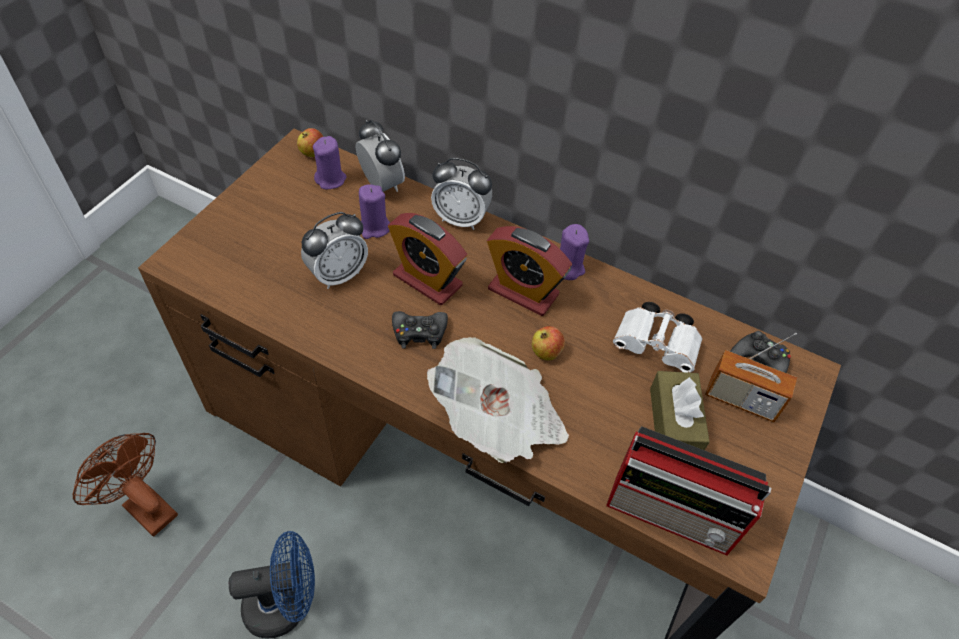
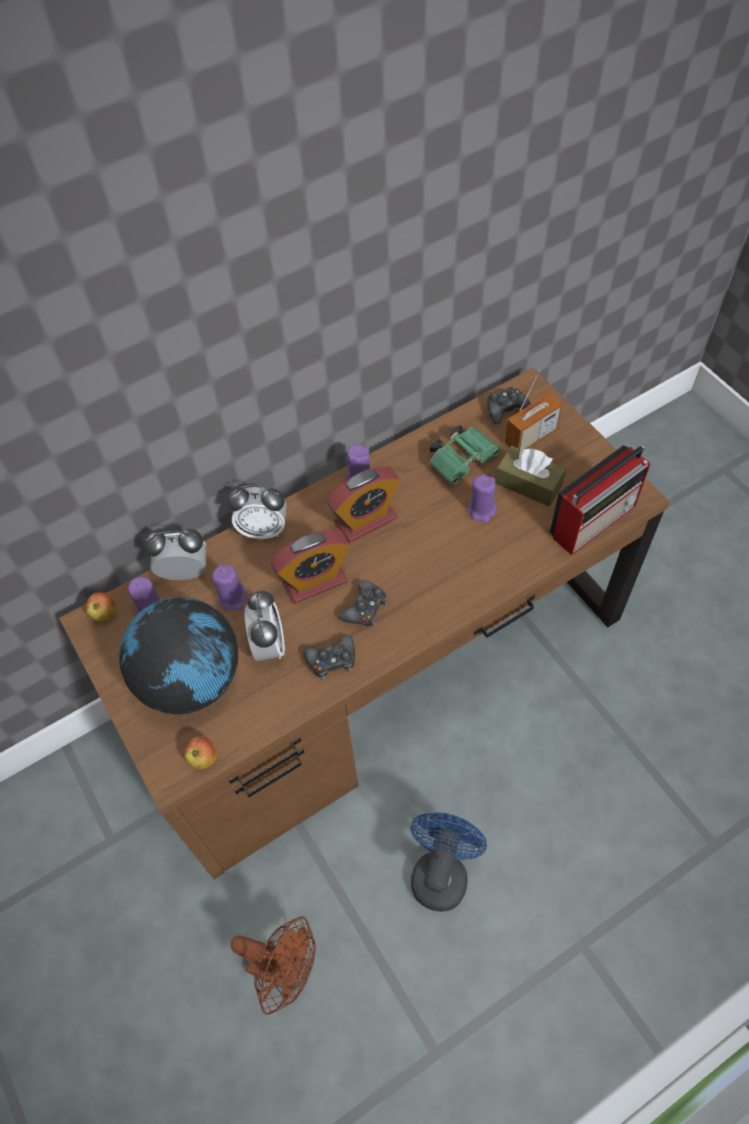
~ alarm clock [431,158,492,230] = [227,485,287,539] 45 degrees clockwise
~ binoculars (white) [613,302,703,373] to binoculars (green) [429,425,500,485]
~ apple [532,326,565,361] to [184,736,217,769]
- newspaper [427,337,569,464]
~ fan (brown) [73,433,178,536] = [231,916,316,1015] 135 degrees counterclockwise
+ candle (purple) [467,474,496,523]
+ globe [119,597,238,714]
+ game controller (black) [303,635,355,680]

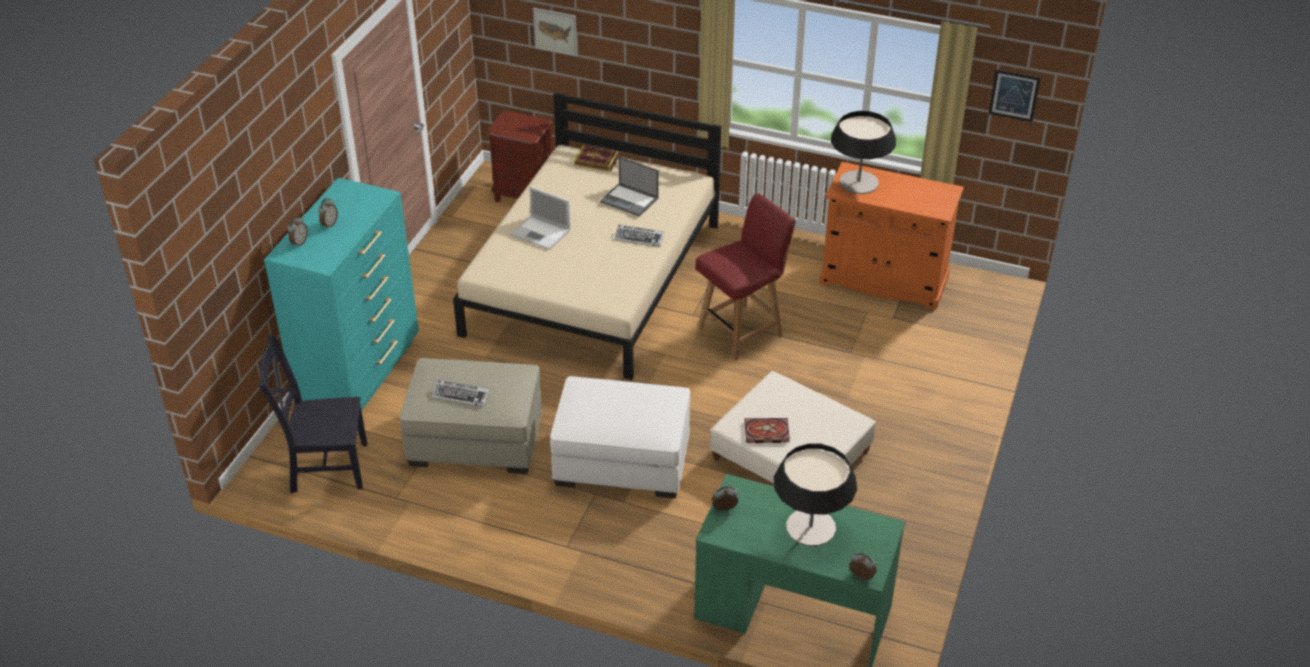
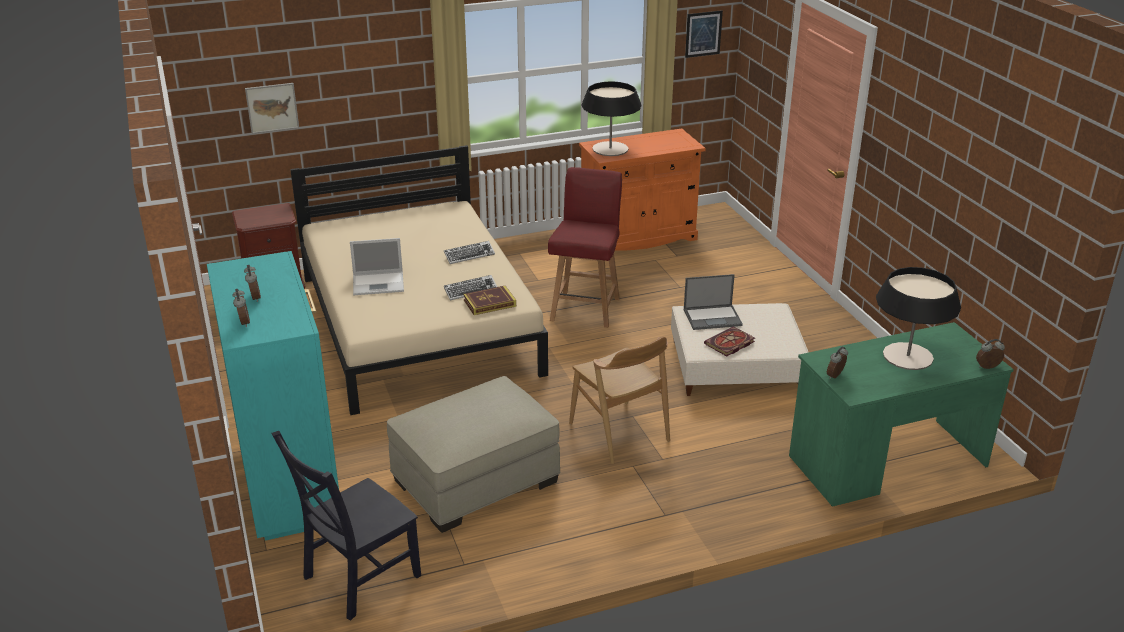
~ book [574,145,619,172] to [463,286,516,315]
~ laptop [600,156,659,217] to [684,274,743,330]
~ ottoman (white) [550,376,690,498] to chair (brown) [569,337,670,464]
~ keyboard [433,380,489,407] to [444,275,497,300]

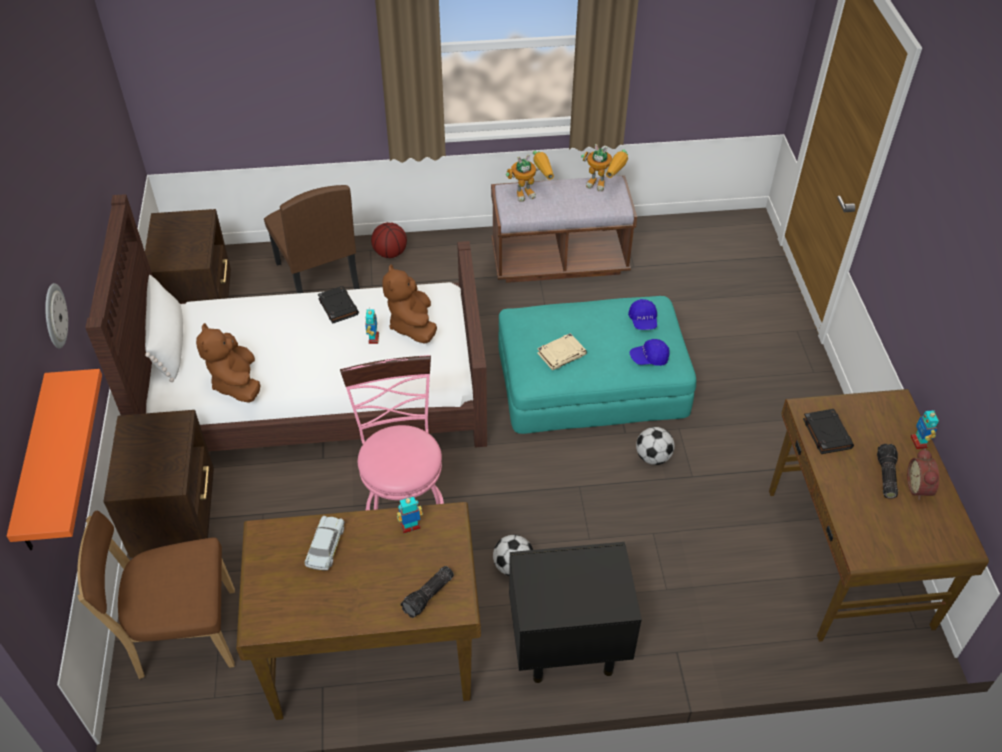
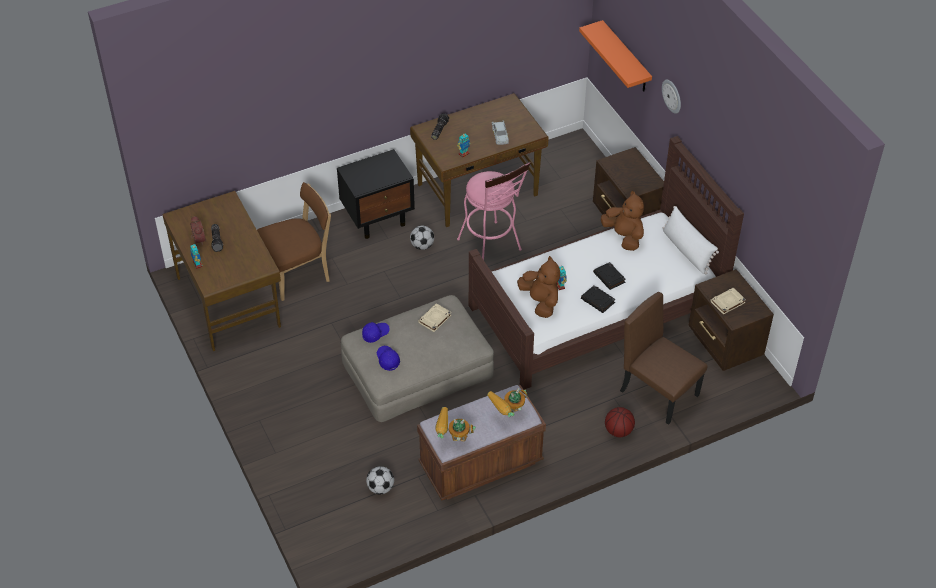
~ ottoman (turquoise) [498,296,696,434] to ottoman (beige) [341,295,494,422]
~ book (black) [803,409,854,454] to [593,262,626,290]
~ football [636,427,675,465] to [366,466,394,494]
~ chair (brown) [77,511,235,679] to [257,182,331,301]
+ book (beige) [711,287,746,314]

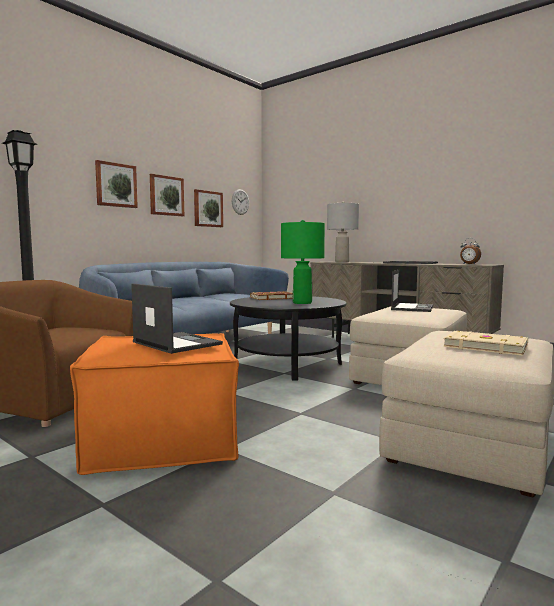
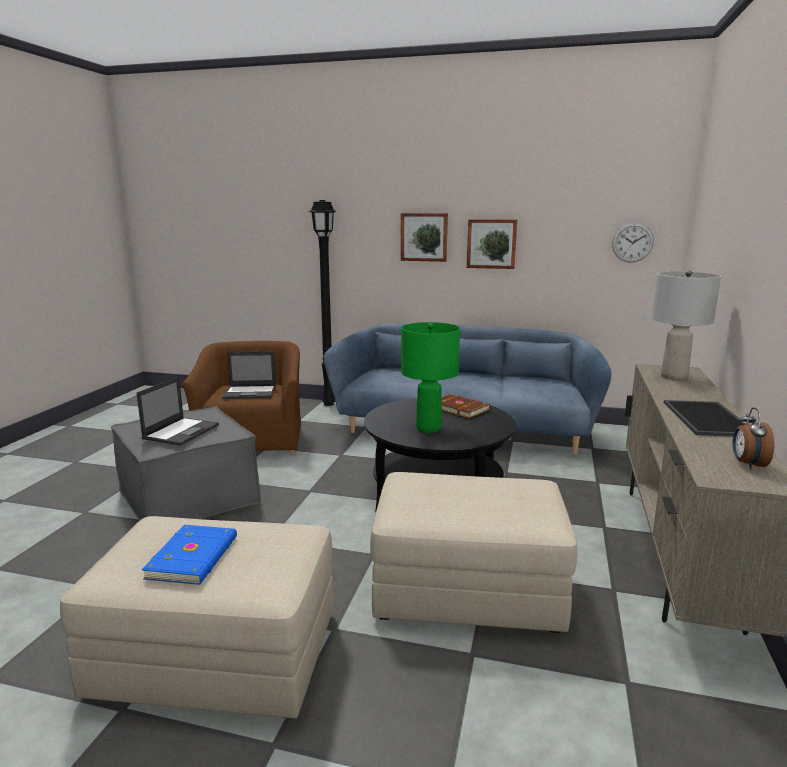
- picture [194,189,223,227]
~ laptop [391,270,433,312] to [222,352,276,399]
~ book (beige) [443,331,528,356] to book (blue) [141,525,237,585]
~ ottoman (orange) [70,333,239,475] to ottoman (grey) [111,406,261,521]

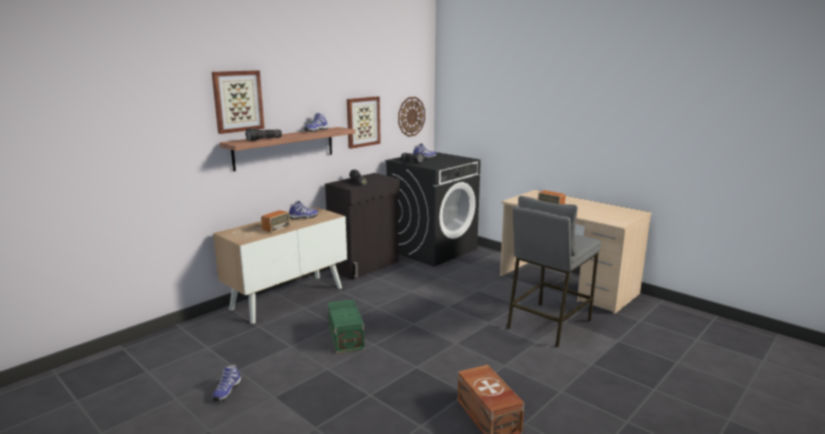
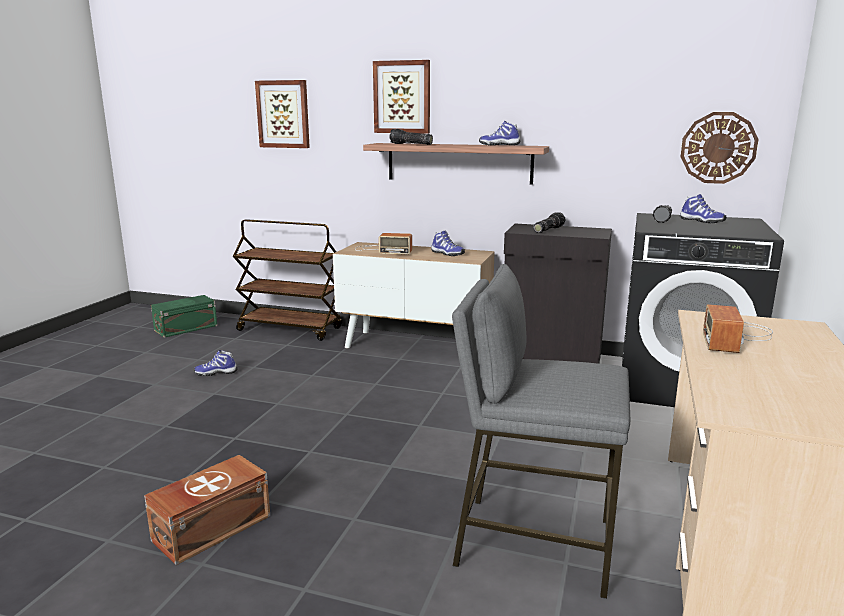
~ picture [347,97,381,149] to [255,80,310,148]
~ storage box (green) [328,299,365,353] to [151,295,217,338]
+ cart (brown) [233,219,342,341]

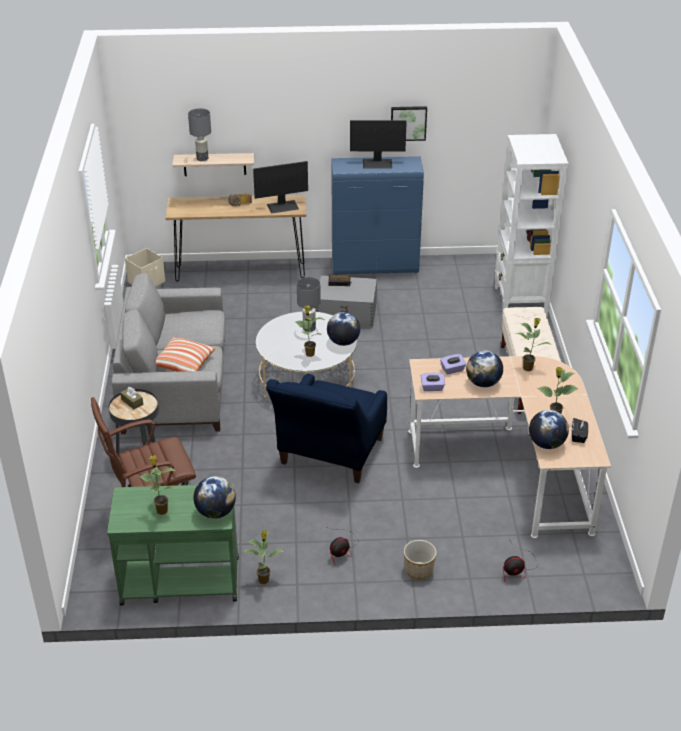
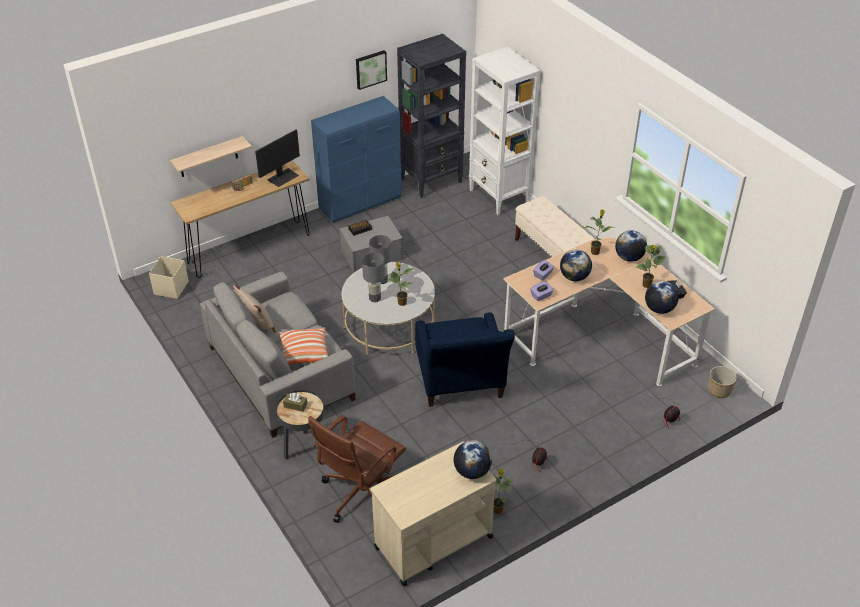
~ table lamp (grey) [188,108,211,161] to [362,253,385,302]
- monitor [350,120,407,168]
~ globe [327,312,360,346] to [615,230,647,262]
- potted plant [139,456,175,515]
~ cart (green) [107,484,239,606] to cart (beige) [370,442,496,586]
~ planter [404,540,437,580] to [708,366,737,398]
+ bookcase (black) [397,34,466,198]
+ pillow (beige) [233,284,276,333]

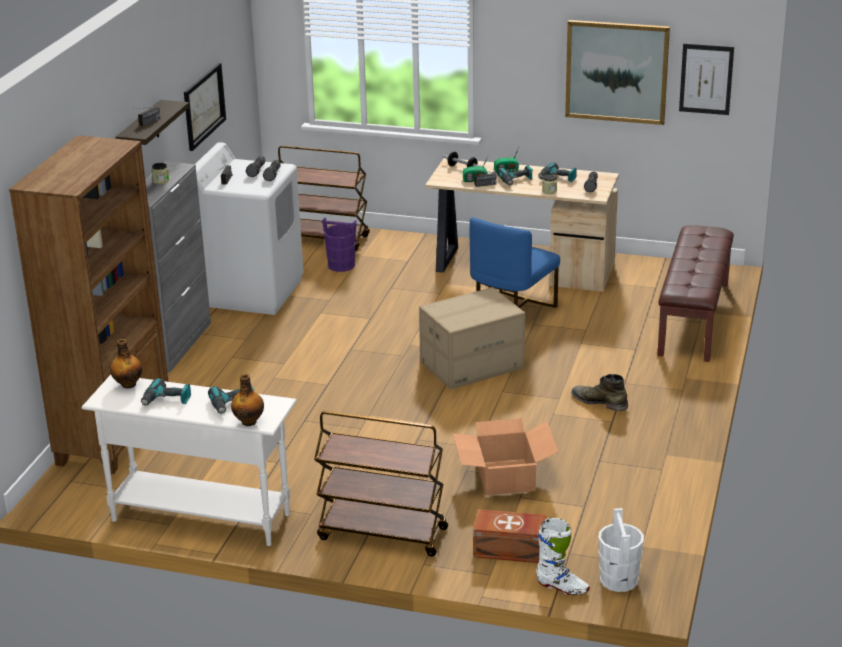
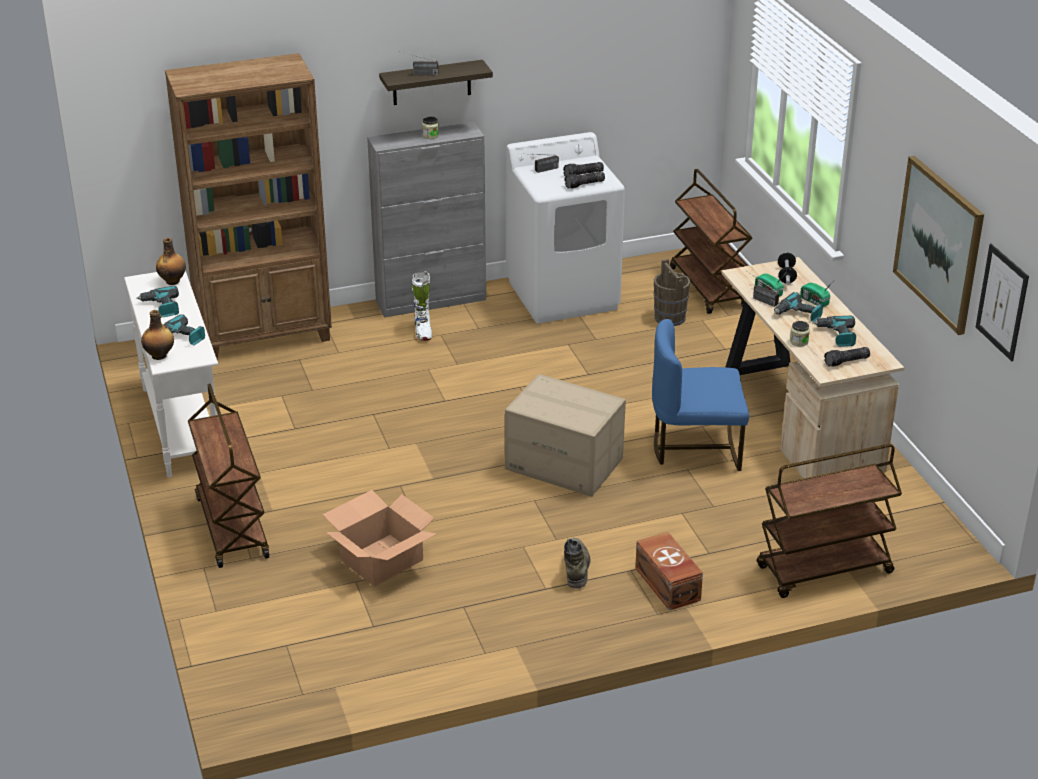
- picture [184,63,226,151]
~ bucket (purple) [322,217,357,272] to bucket (brown) [654,259,691,326]
~ bench (brown) [657,225,734,362] to cart (brown) [757,444,902,598]
- bucket (white) [599,508,644,592]
~ storage box (brown) [473,509,546,563] to [635,532,703,610]
~ boot (white) [536,518,590,595] to [412,272,432,341]

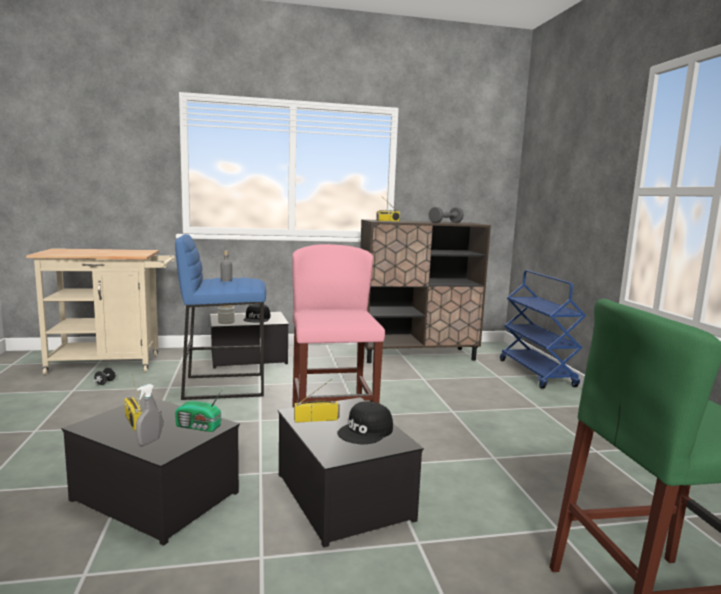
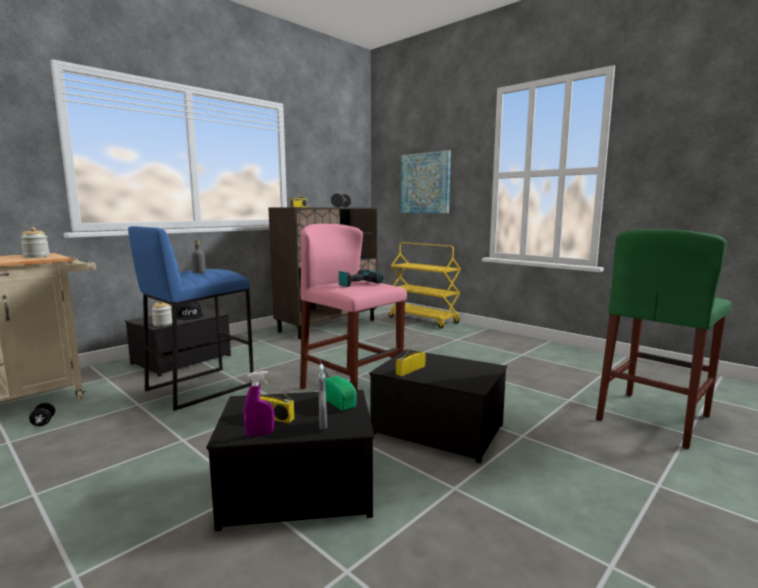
~ cart (blue) [500,270,587,389] to cart (yellow) [389,242,461,328]
~ radio [175,388,223,432] = [318,357,356,411] 105 degrees counterclockwise
- cap (black) [337,401,393,444]
+ picture [401,150,451,213]
+ jar [20,227,50,258]
+ power drill [338,269,384,287]
+ spray bottle (purple) [244,371,274,437]

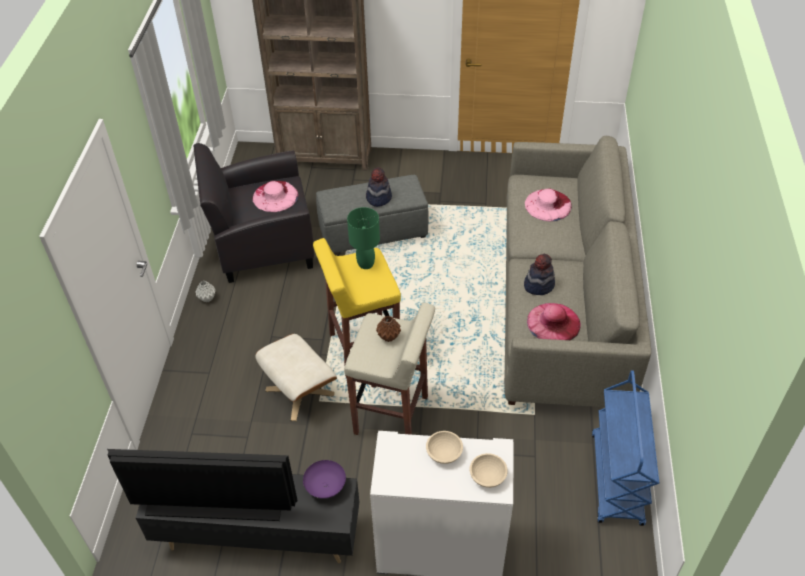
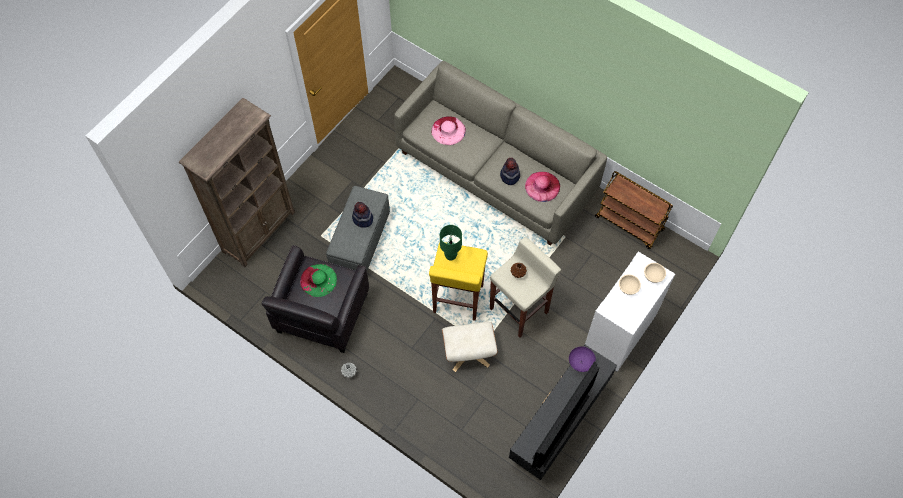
~ hat (pink) [252,181,299,212] to hat (green) [300,264,337,297]
~ cart (blue) [592,371,659,526] to cart (brown) [595,171,673,249]

